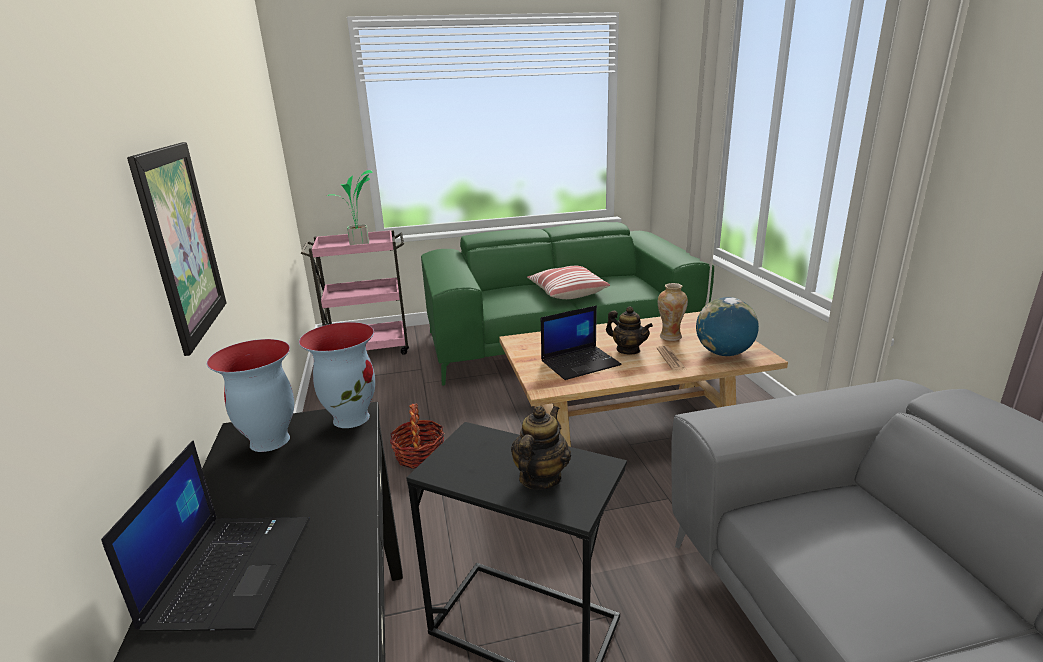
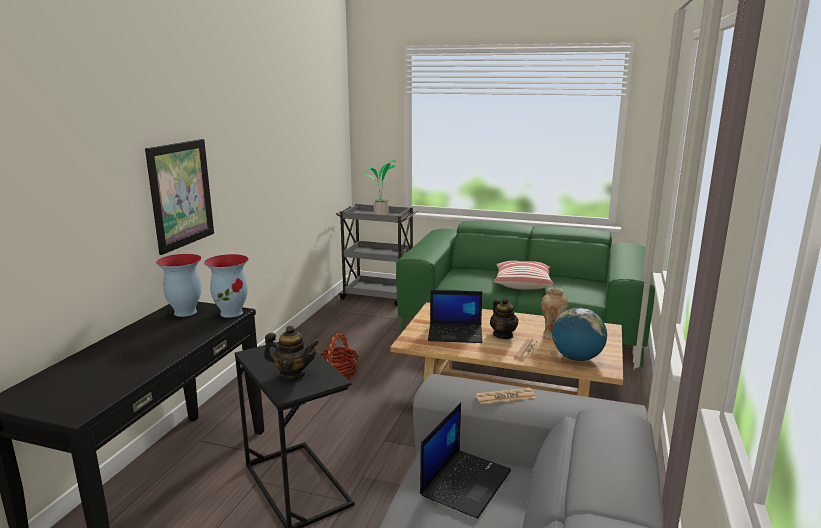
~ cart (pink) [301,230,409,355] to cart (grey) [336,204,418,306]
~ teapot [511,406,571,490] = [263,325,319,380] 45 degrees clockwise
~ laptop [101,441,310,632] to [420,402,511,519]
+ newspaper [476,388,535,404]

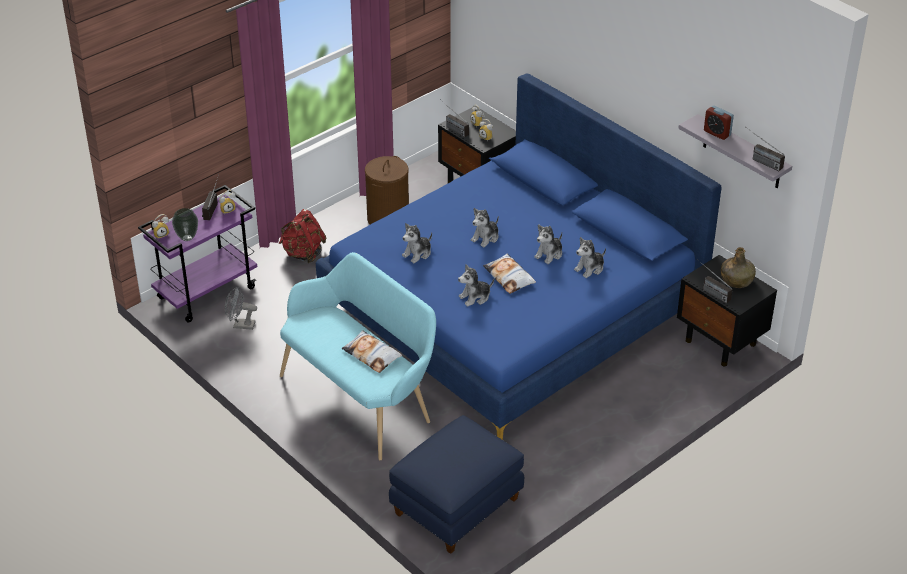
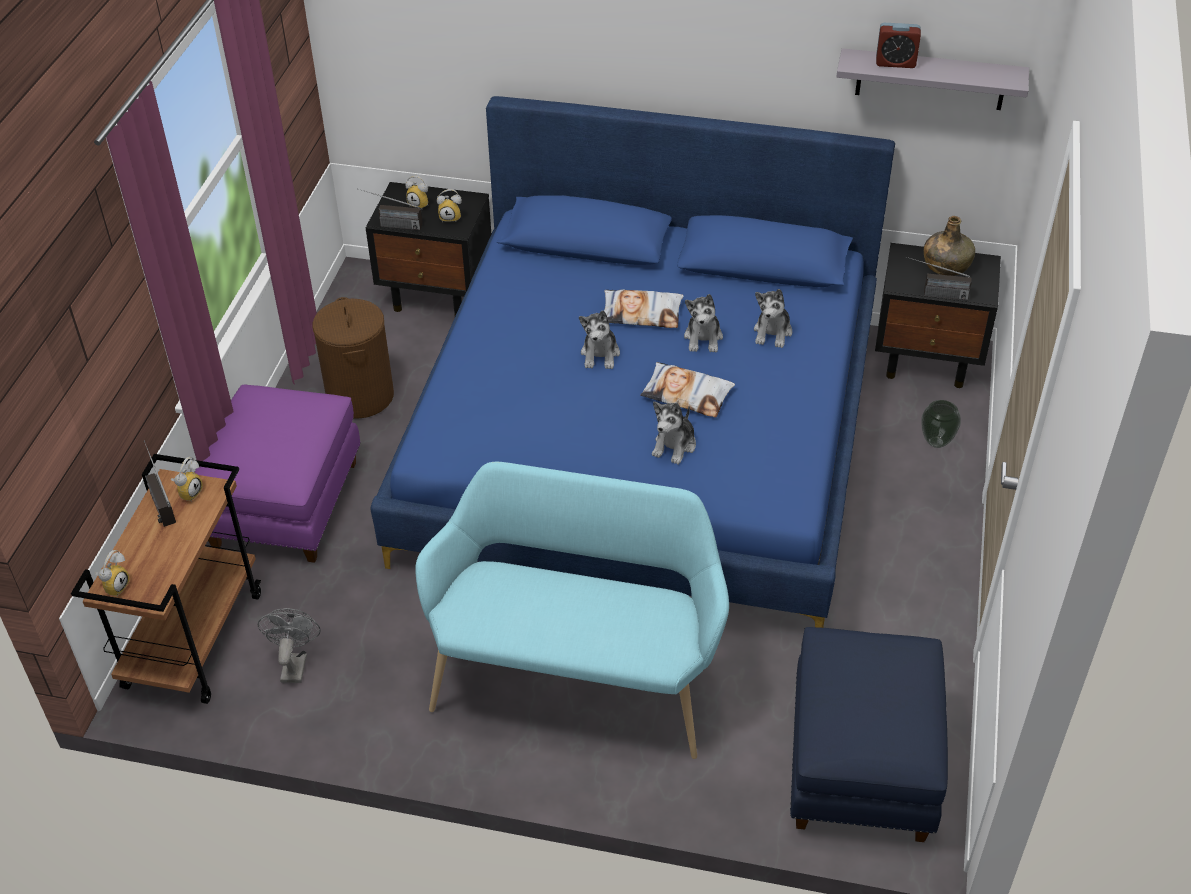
- radio [745,127,785,171]
~ cart (purple) [138,185,257,323] to cart (brown) [71,454,261,704]
~ vase [172,208,198,241] to [921,400,961,448]
~ backpack (red) [279,209,326,263] to ottoman (purple) [194,385,361,563]
- plush toy [402,223,432,263]
~ fan (grey) [225,286,257,330] = [258,608,320,683] 120 degrees clockwise
~ pillow [342,330,402,373] to [604,289,684,328]

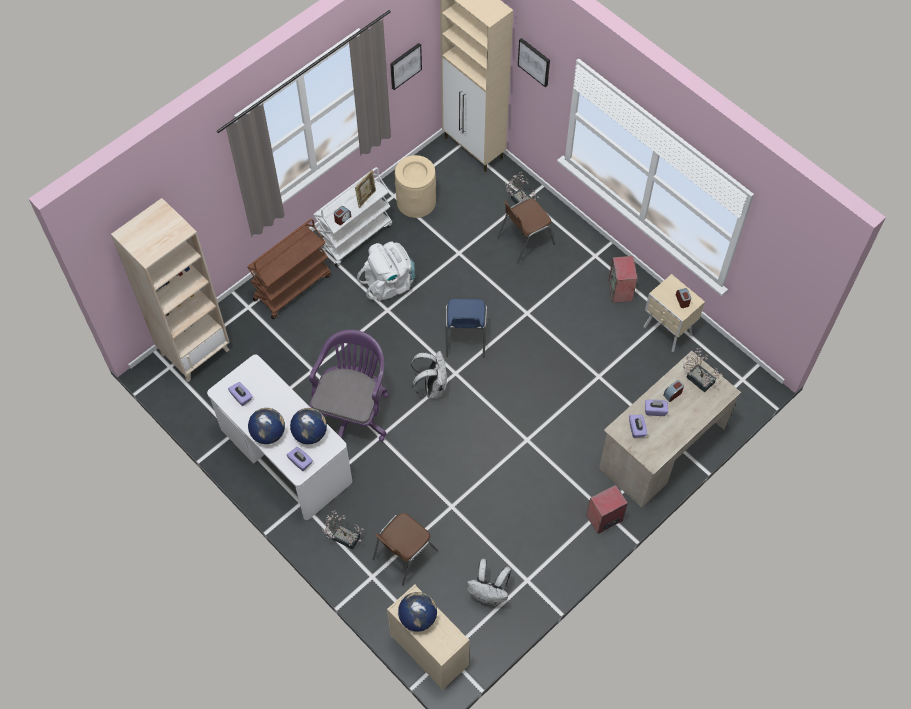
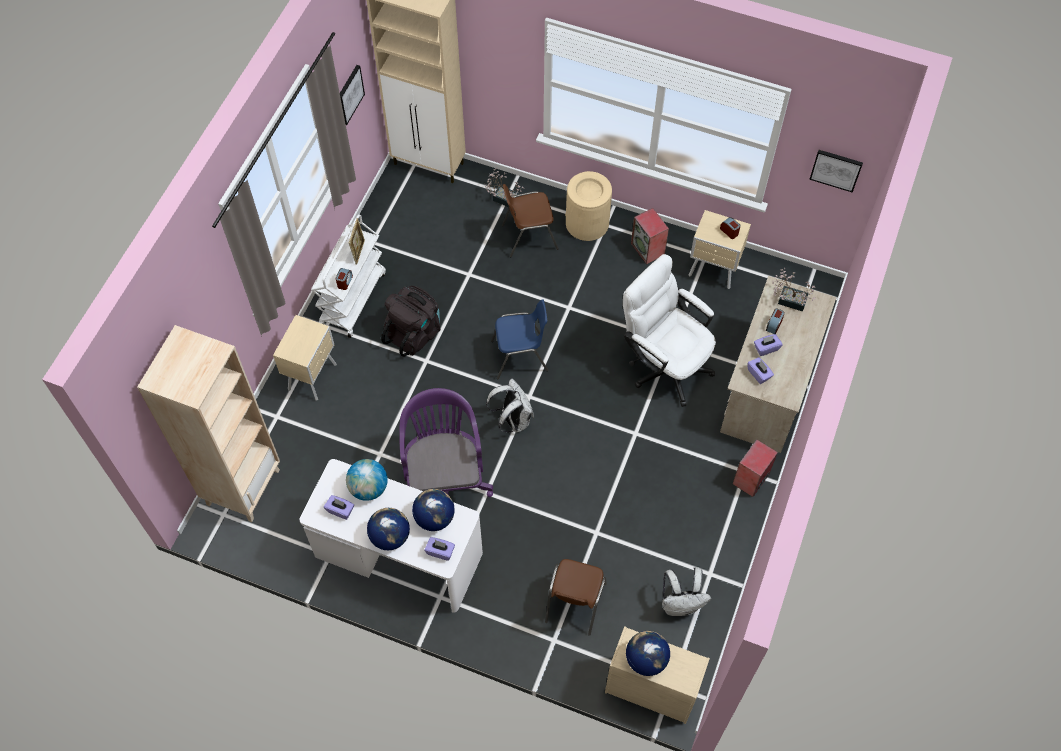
~ picture [518,38,550,87] to [809,150,863,193]
~ trash can (beige) [395,155,436,218] to [565,171,612,241]
~ chair (brown) [497,199,555,264] = [502,184,559,257] 45 degrees clockwise
~ cart (brown) [247,219,331,319] to nightstand (beige) [273,315,337,400]
~ backpack (white) [357,241,415,302] to backpack (black) [381,286,440,356]
~ chair (blue) [445,299,487,358] = [491,299,549,379] 75 degrees counterclockwise
- potted plant [322,510,364,549]
+ office chair (white) [623,254,716,407]
+ globe [346,459,388,501]

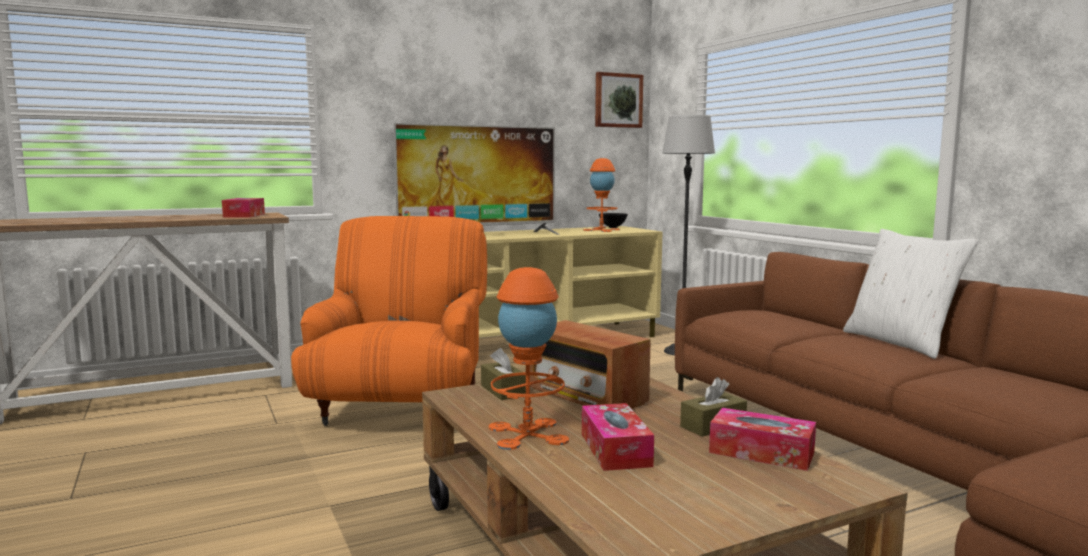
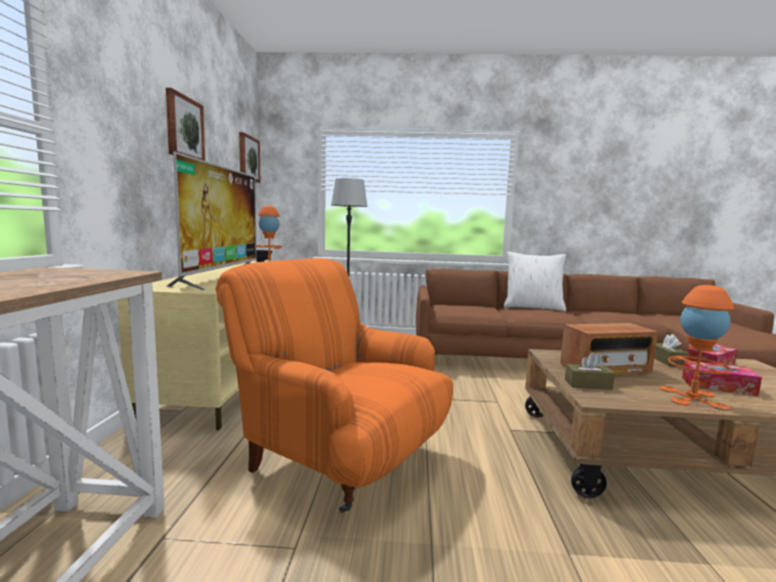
- tissue box [222,198,265,217]
+ picture [166,88,205,161]

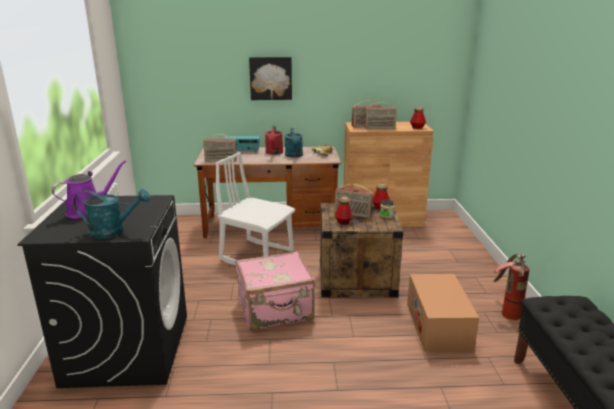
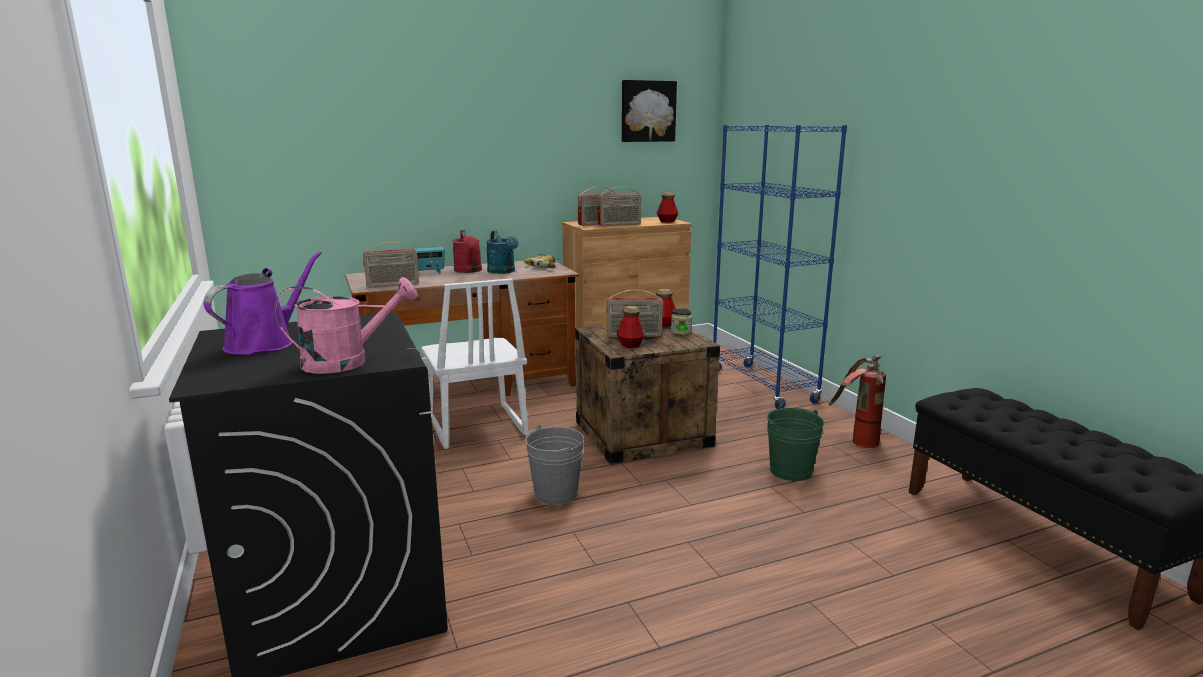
~ picture [249,57,292,100] to [622,80,677,142]
~ chair (white) [216,152,295,265] = [421,278,529,449] 120 degrees counterclockwise
~ watering can (turquoise) [73,189,150,239] to watering can (pink) [275,277,418,374]
~ suitcase (pink) [235,251,315,331] to bucket (grey) [525,425,584,505]
~ cardboard box [407,274,479,352] to bucket (green) [767,408,824,481]
+ bookcase (blue) [713,125,847,409]

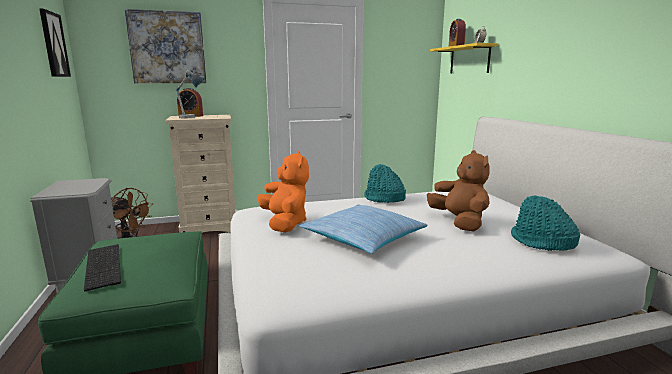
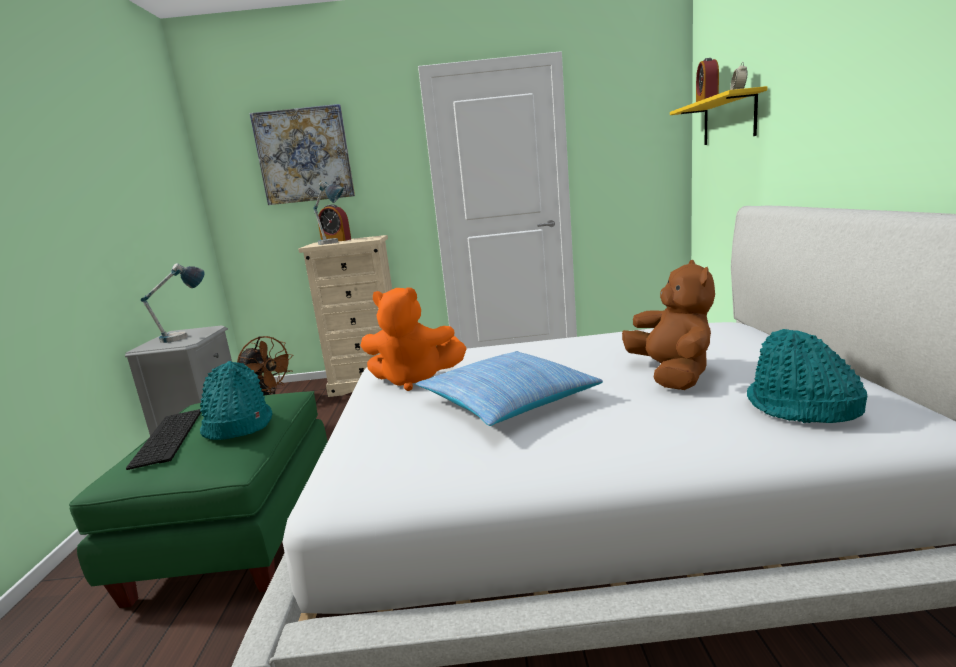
- picture [39,9,71,77]
~ plush toy (orange) [258,151,309,233] = [360,287,467,391] 105 degrees clockwise
~ hat (turquoise) [364,164,406,203] to [200,361,273,440]
+ table lamp [141,263,205,343]

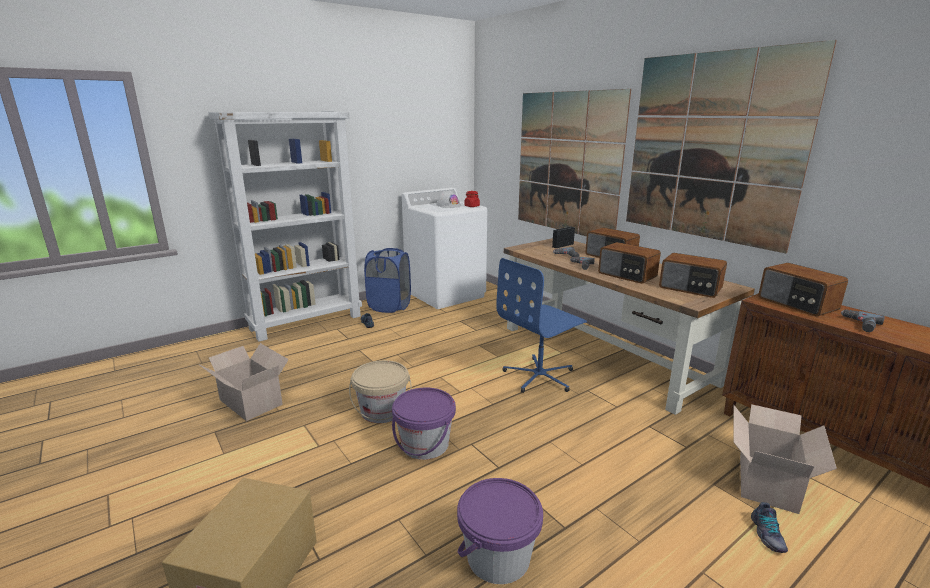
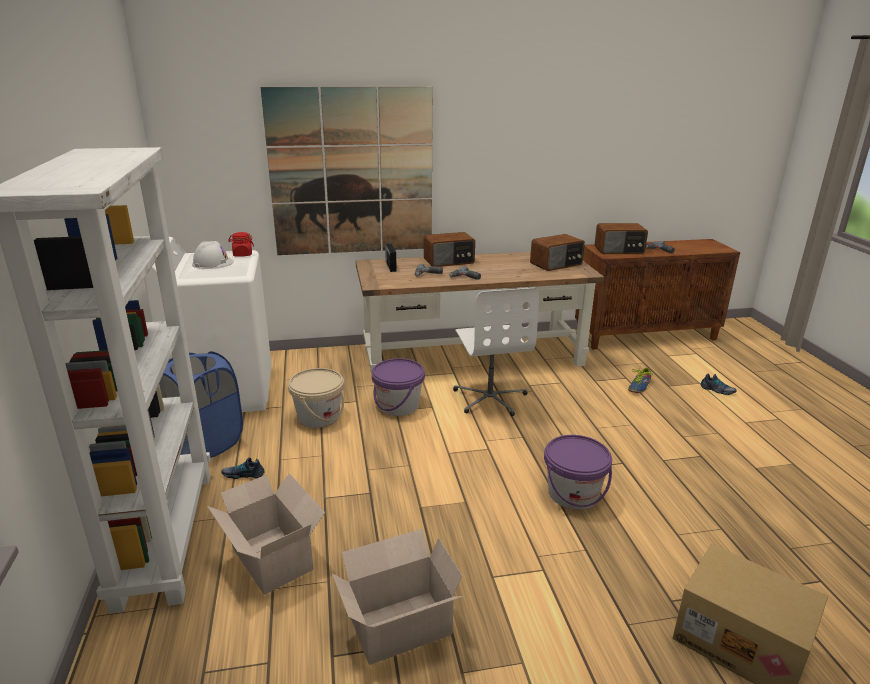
- picture [626,40,837,253]
- radio [598,242,661,284]
~ office chair (blue) [496,258,587,393] to office chair (white) [453,288,539,416]
~ bucket (beige) [349,360,412,423] to [288,368,344,428]
~ cardboard box [733,404,837,514] to [207,473,325,595]
~ bucket (purple) [457,478,543,584] to [372,358,425,416]
+ shoe [628,365,653,393]

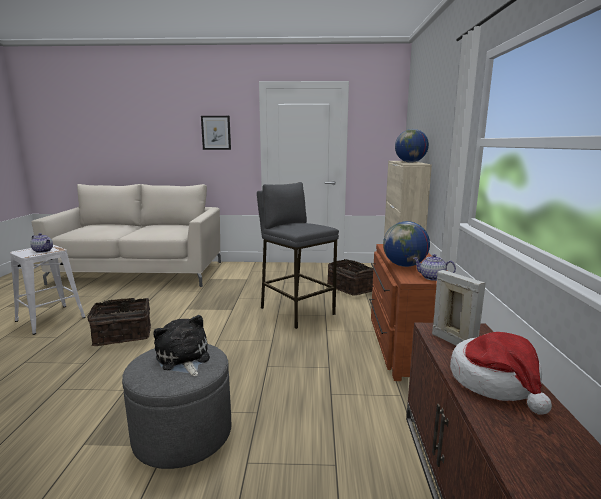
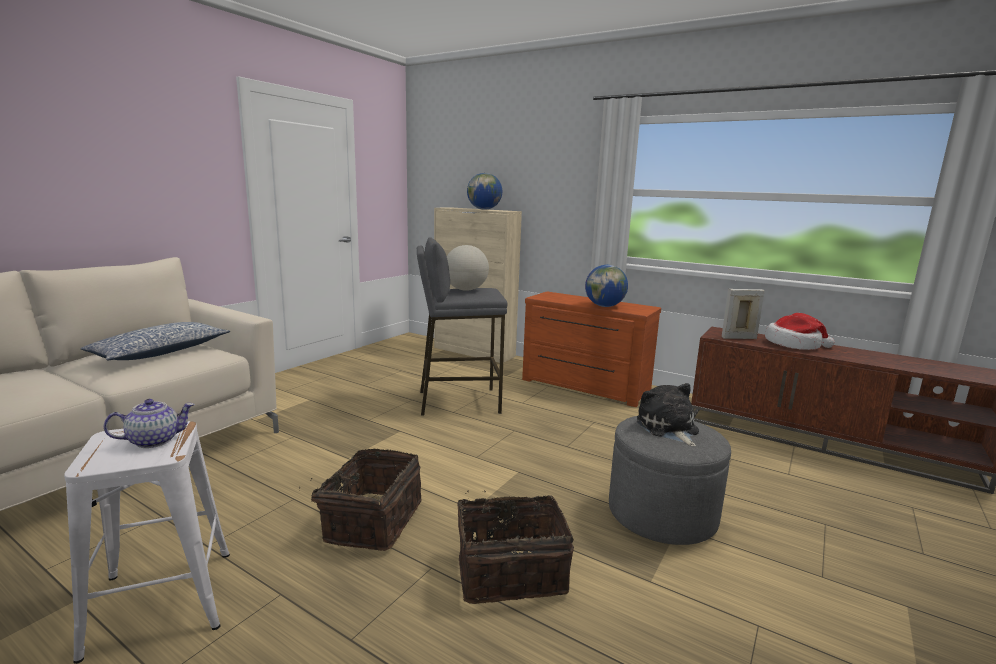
- picture [201,116,231,150]
- teapot [413,254,456,281]
~ basket [327,259,373,295] to [457,491,574,604]
~ plush toy [153,315,210,376] = [637,383,699,447] 75 degrees clockwise
+ globe [447,245,489,291]
+ pillow [80,322,230,361]

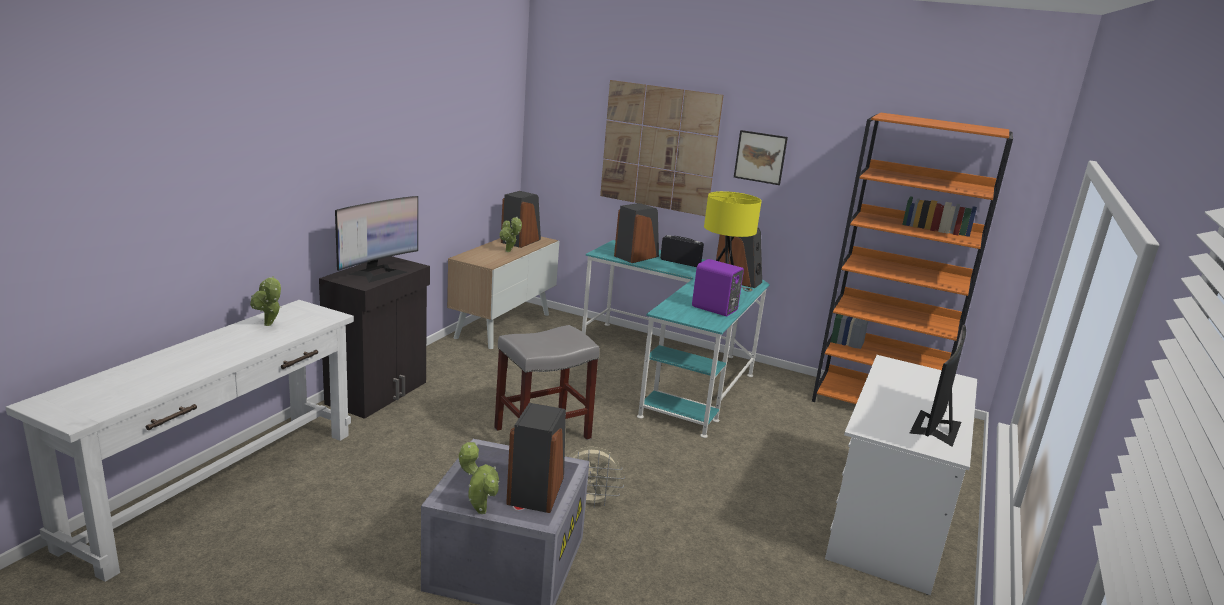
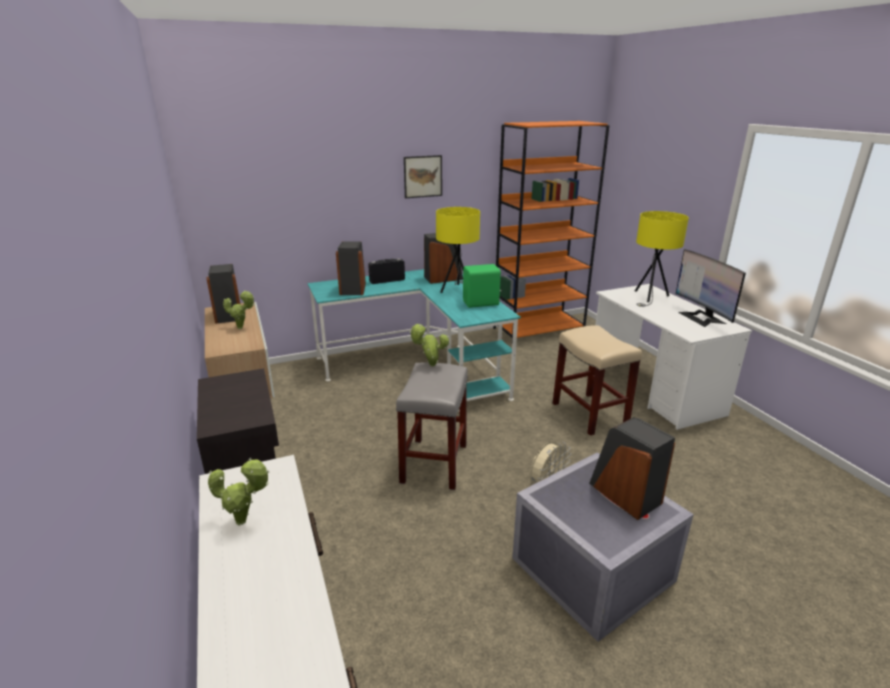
- picture [600,80,723,216]
- monitor [335,196,418,283]
~ speaker (purple) [692,259,744,316] to speaker (green) [463,264,501,308]
~ potted plant [459,442,499,514] to [410,324,449,366]
+ table lamp (yellow) [635,211,689,307]
+ stool (beige) [552,325,642,436]

